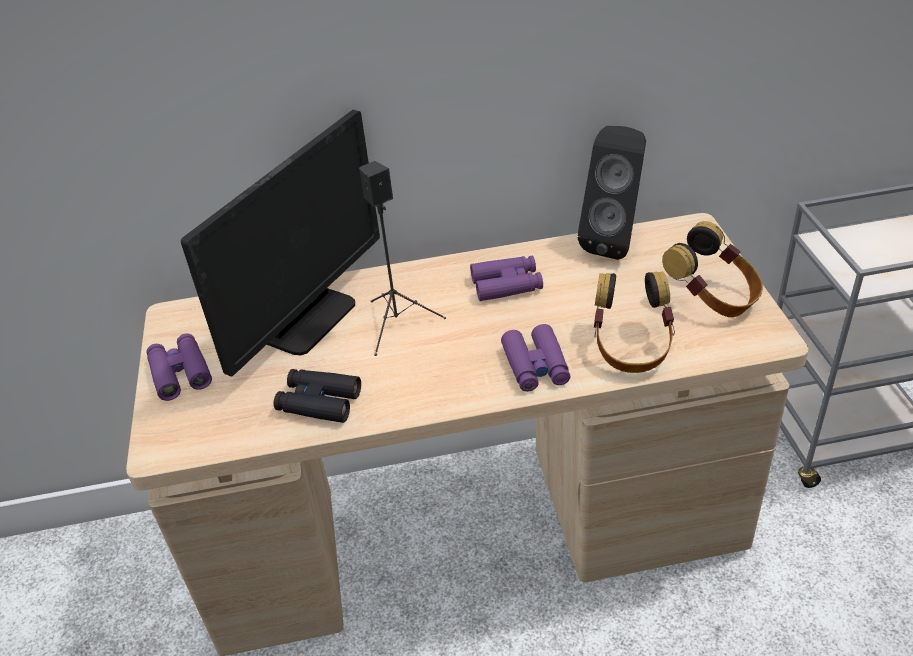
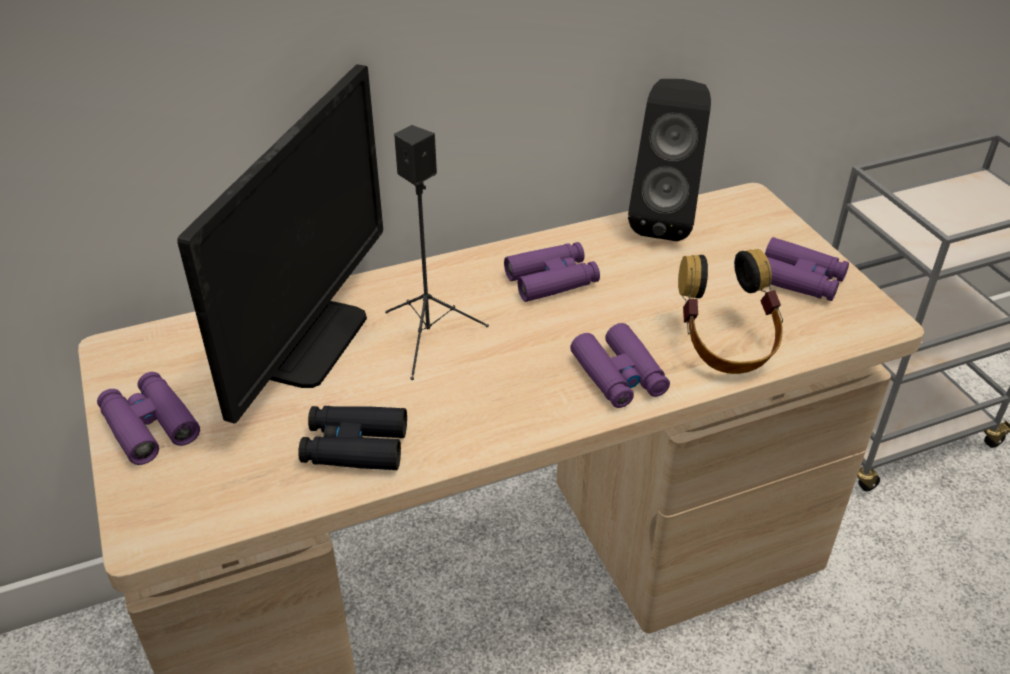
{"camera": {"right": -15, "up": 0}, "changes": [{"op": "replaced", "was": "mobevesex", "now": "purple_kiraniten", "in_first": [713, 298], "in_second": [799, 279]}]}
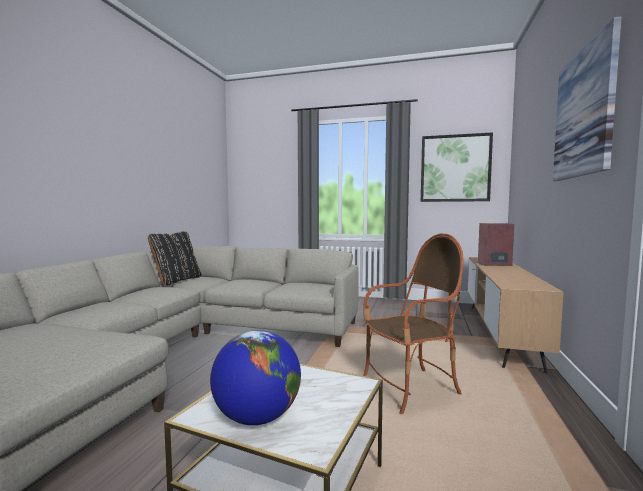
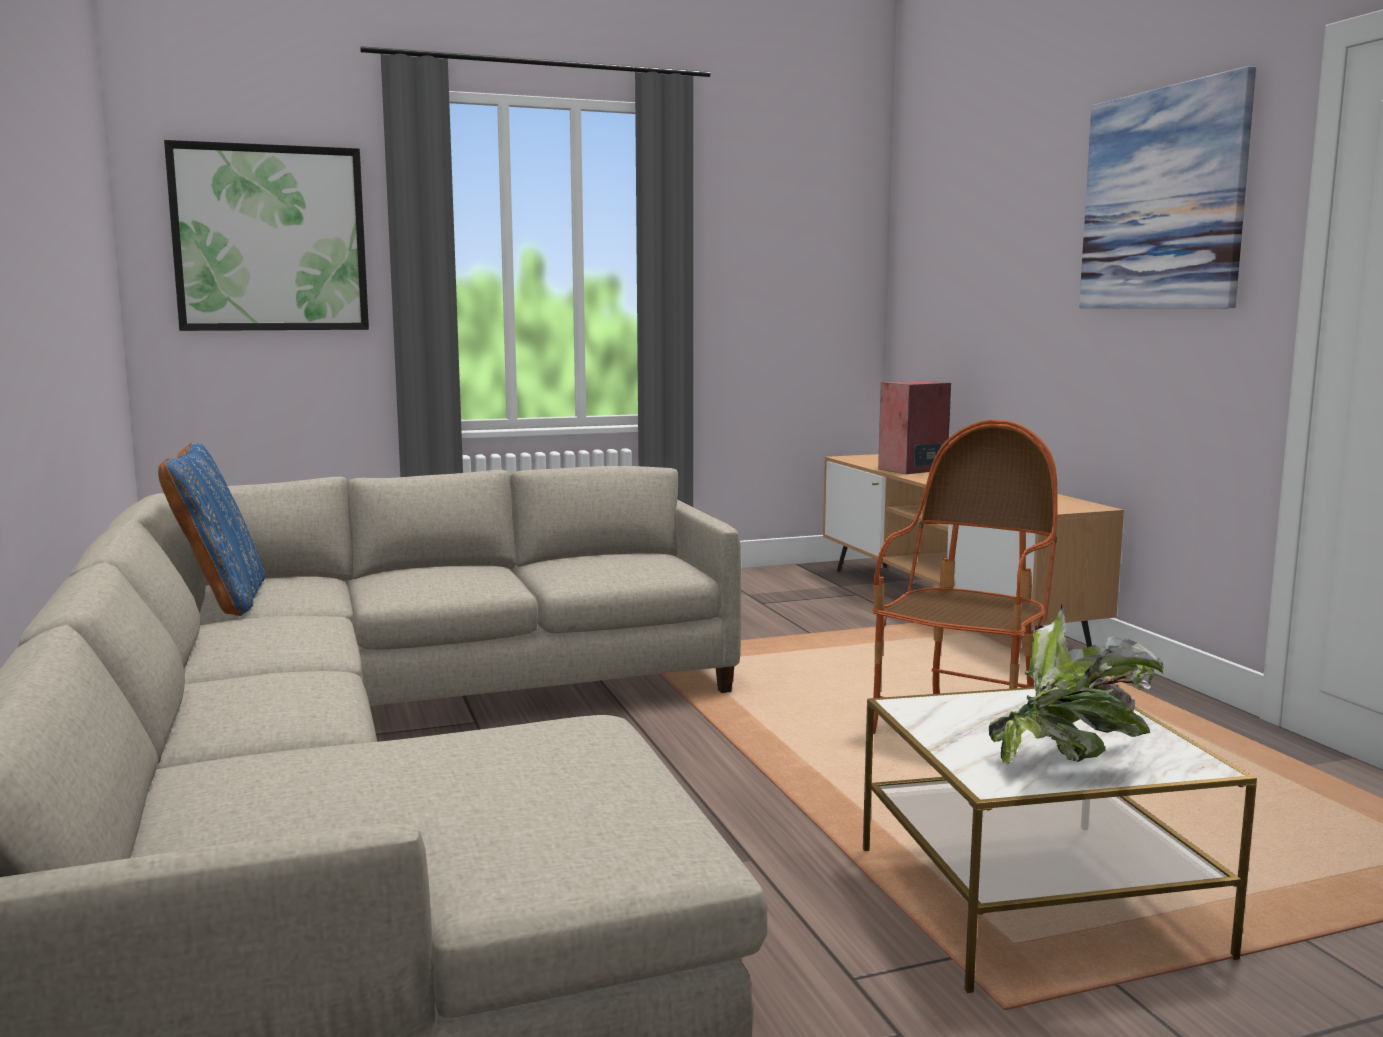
{"camera": {"right": -35, "up": 5}, "changes": [{"op": "moved", "was": "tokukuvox", "in_first": [455, 168], "in_second": [270, 239]}, {"op": "replaced", "was": "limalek", "now": "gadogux", "in_first": [257, 417], "in_second": [1070, 761]}, {"op": "recoloured", "was": "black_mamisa", "now": "blue_mamisa", "in_first": [177, 280], "in_second": [221, 600]}]}
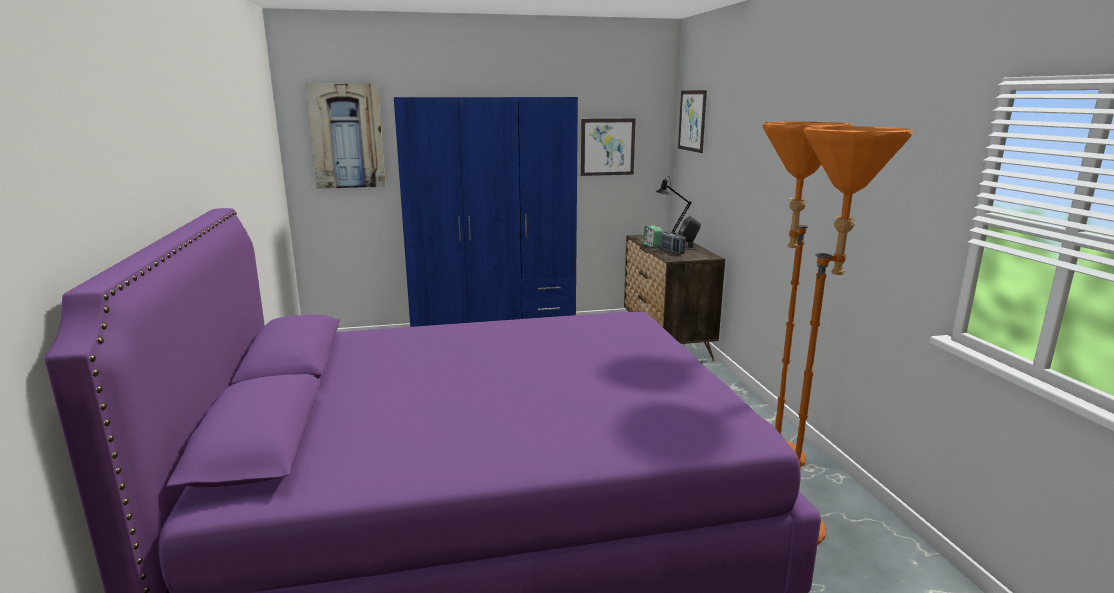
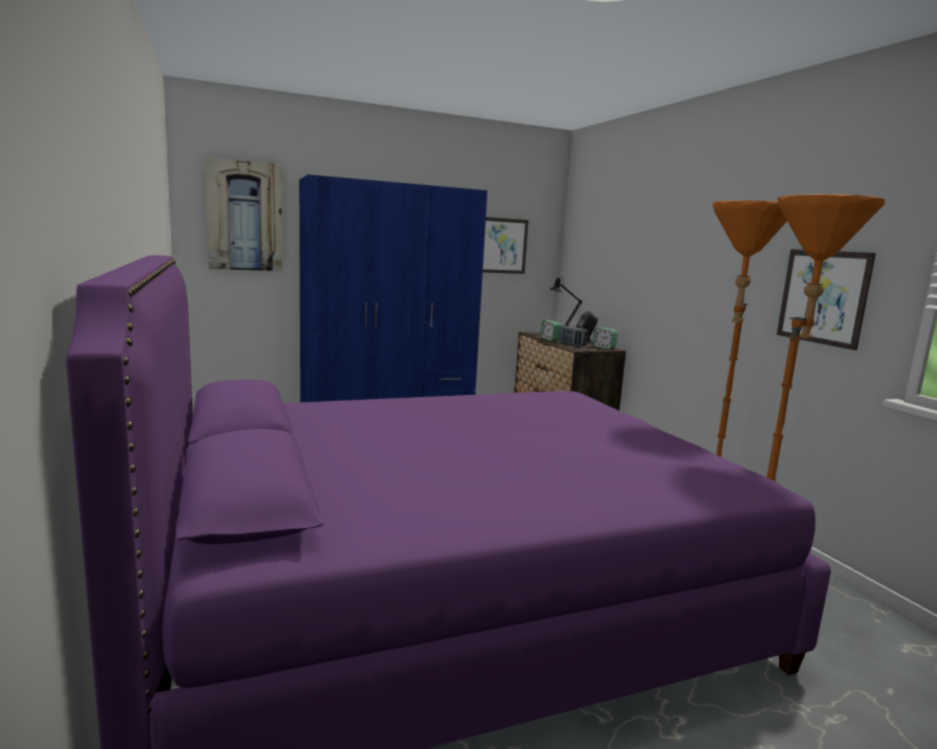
{"camera": {"right": -10, "up": -5}, "changes": [{"op": "added", "now": "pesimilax", "in_second": [604, 347]}, {"op": "moved", "was": "tokukuvox", "in_first": [692, 120], "in_second": [823, 297]}]}
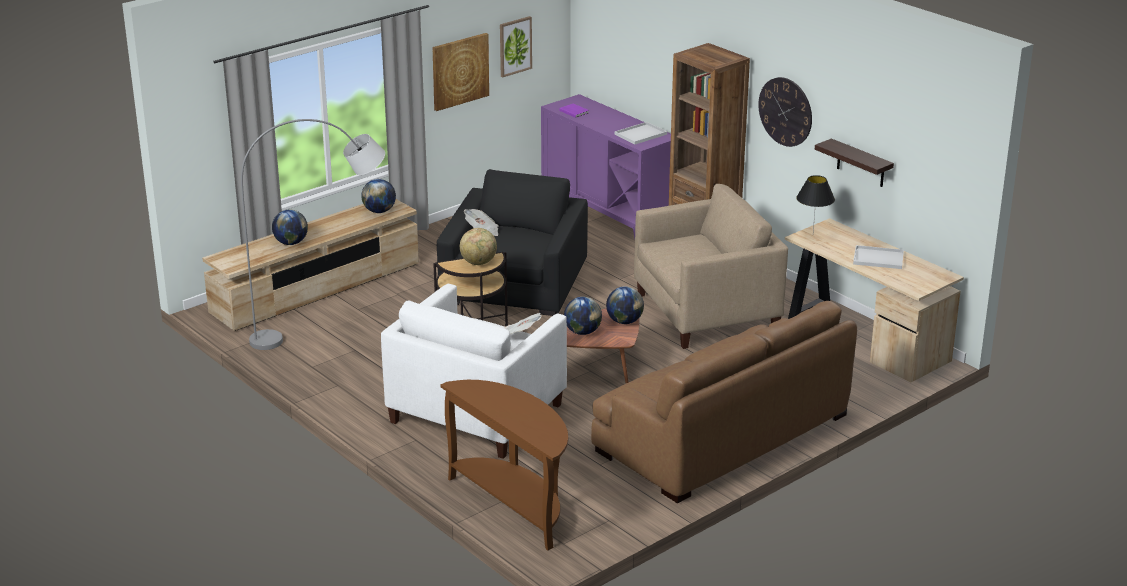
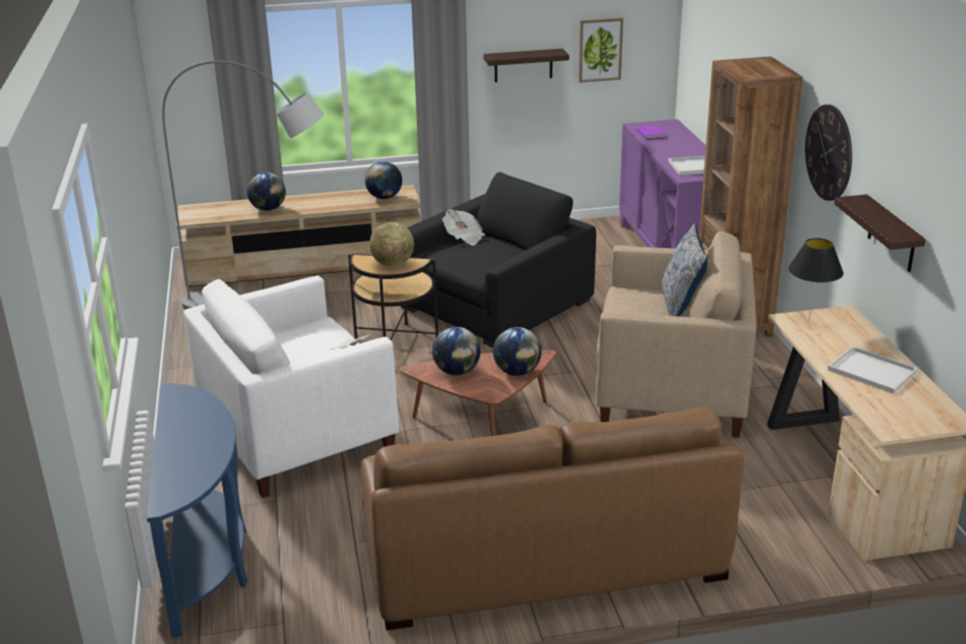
{"camera": {"right": 30, "up": 0}, "changes": [{"op": "added", "now": "mamisa", "in_second": [681, 306]}, {"op": "replaced", "was": "tokukuvox", "now": "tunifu", "in_first": [460, 71], "in_second": [523, 65]}, {"op": "recoloured", "was": "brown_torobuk", "now": "blue_torobuk", "in_first": [515, 505], "in_second": [207, 561]}]}
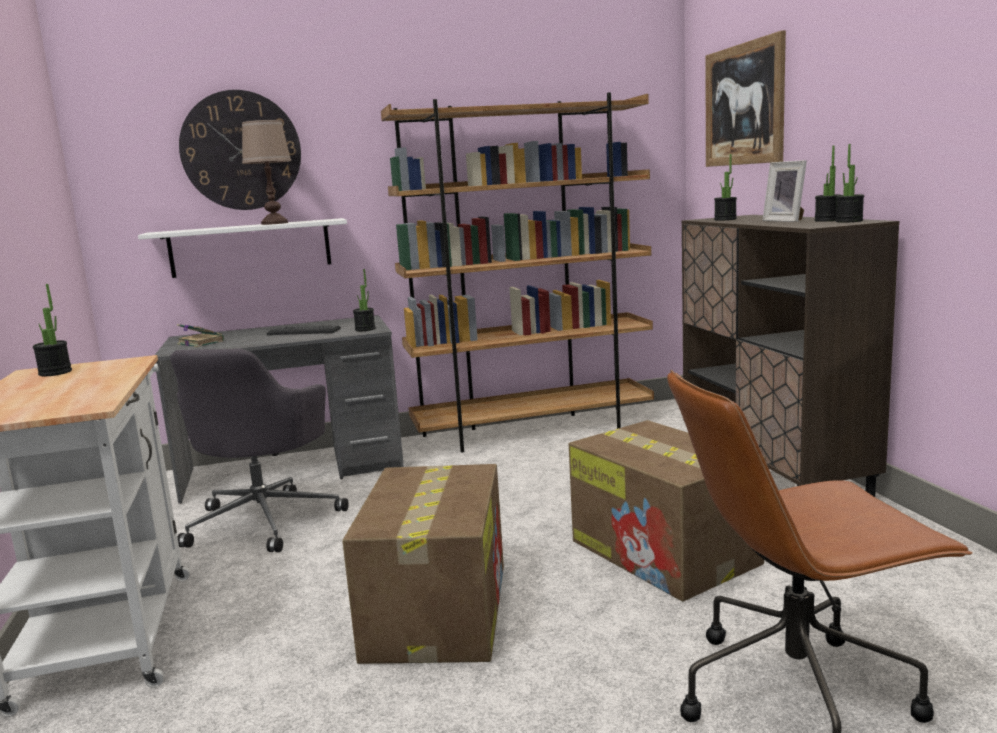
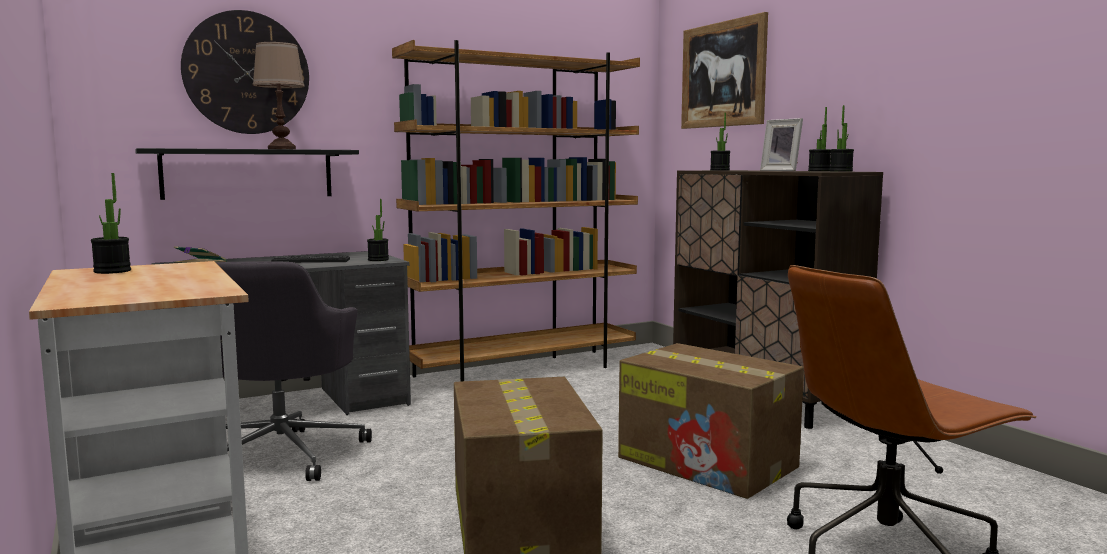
{"camera": {"right": -15, "up": -5}, "changes": [{"op": "recoloured", "was": "white_tunifu", "now": "black_tunifu", "in_first": [250, 248], "in_second": [248, 173]}]}
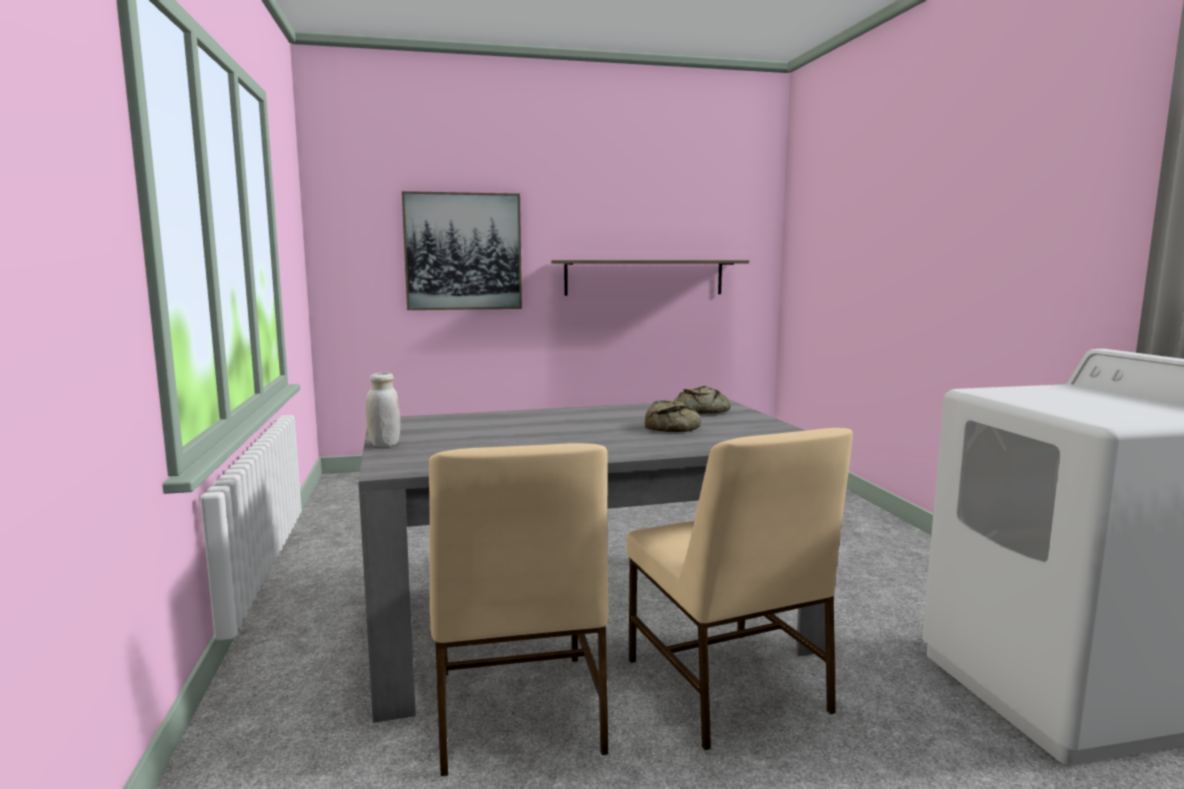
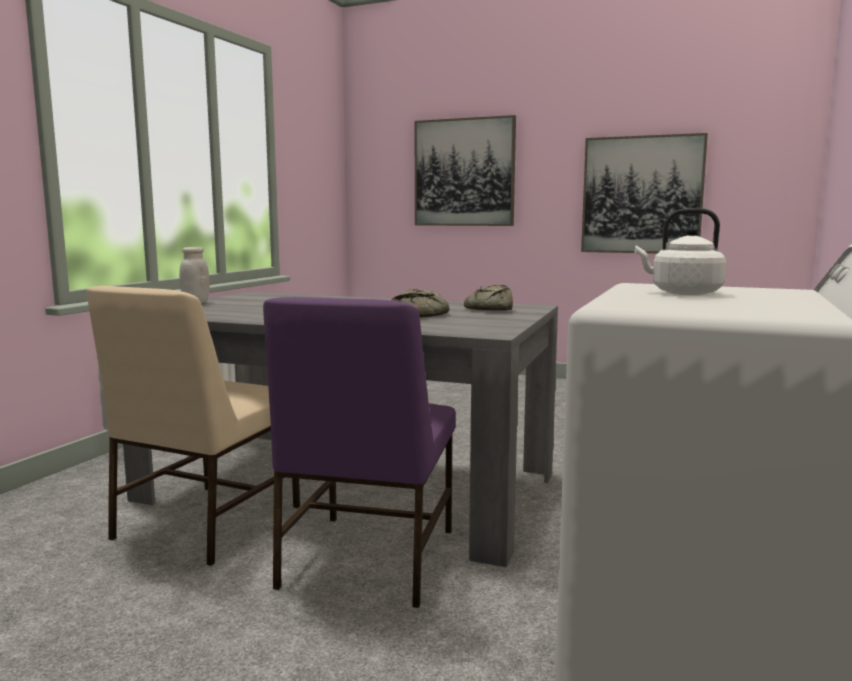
{"camera": {"right": 35, "up": 0}, "changes": [{"op": "added", "now": "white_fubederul", "in_second": [682, 293]}, {"op": "replaced", "was": "tunifu", "now": "tokukuvox", "in_first": [644, 277], "in_second": [642, 195]}, {"op": "recoloured", "was": "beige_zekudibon", "now": "purple_zekudibon", "in_first": [726, 687], "in_second": [366, 559]}]}
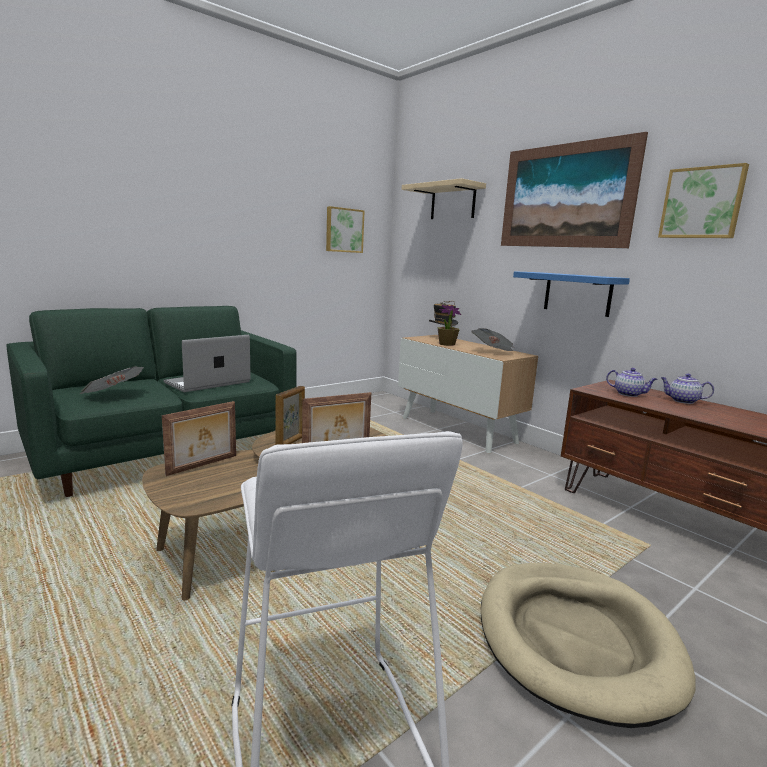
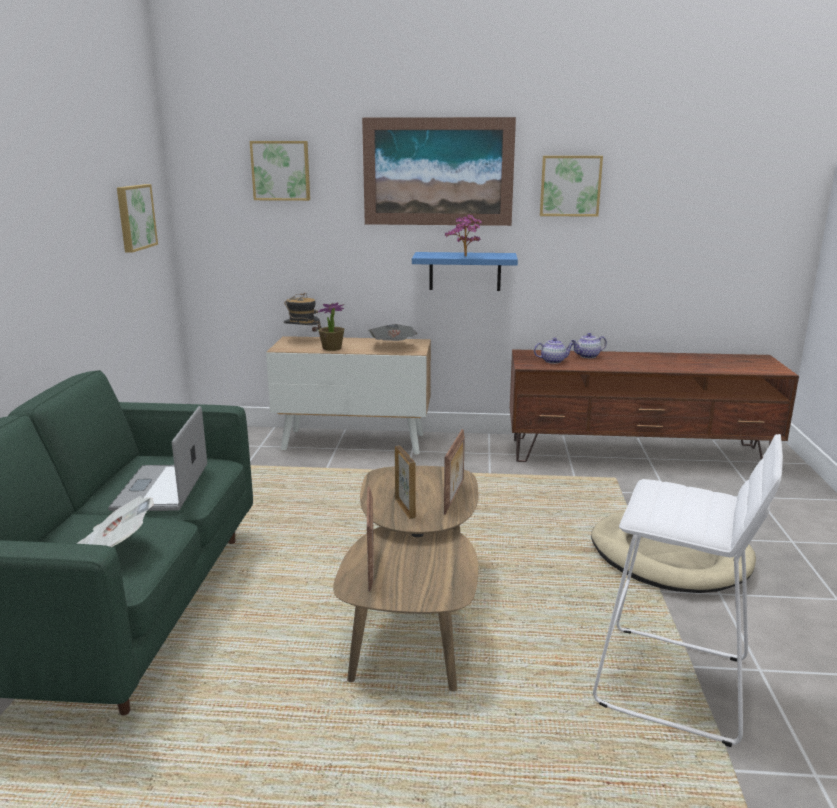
{"camera": {"right": -45, "up": 5}, "changes": [{"op": "added", "now": "gadogux", "in_second": [465, 256]}, {"op": "replaced", "was": "beige_tunifu", "now": "tokukuvox", "in_first": [453, 202], "in_second": [281, 170]}]}
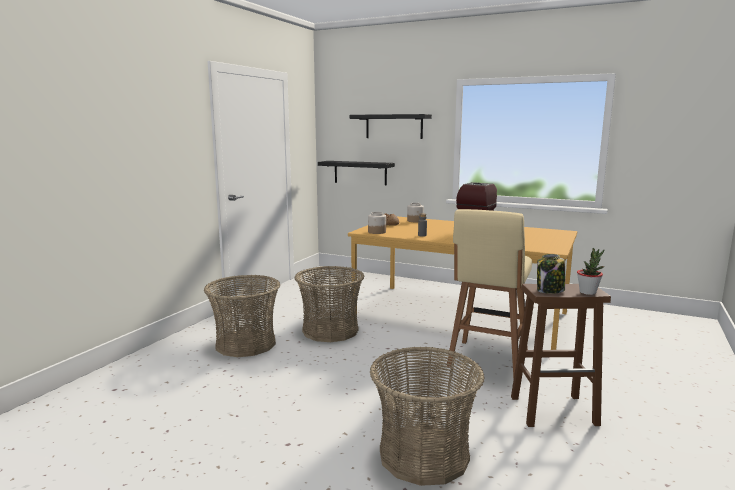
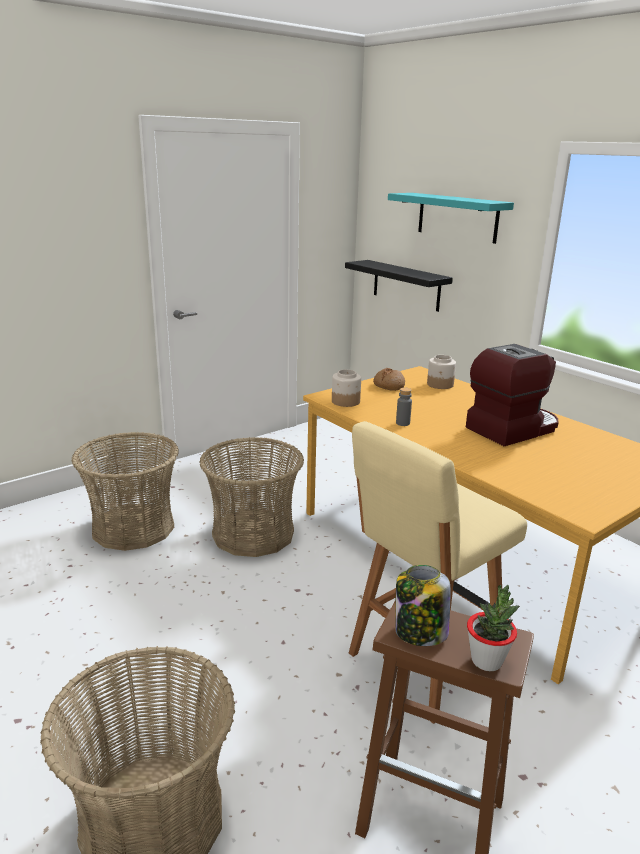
{"camera": {"right": 25, "up": 10}, "changes": [{"op": "recoloured", "was": "black_tunifu", "now": "turquoise_tunifu", "in_first": [394, 126], "in_second": [457, 217]}]}
